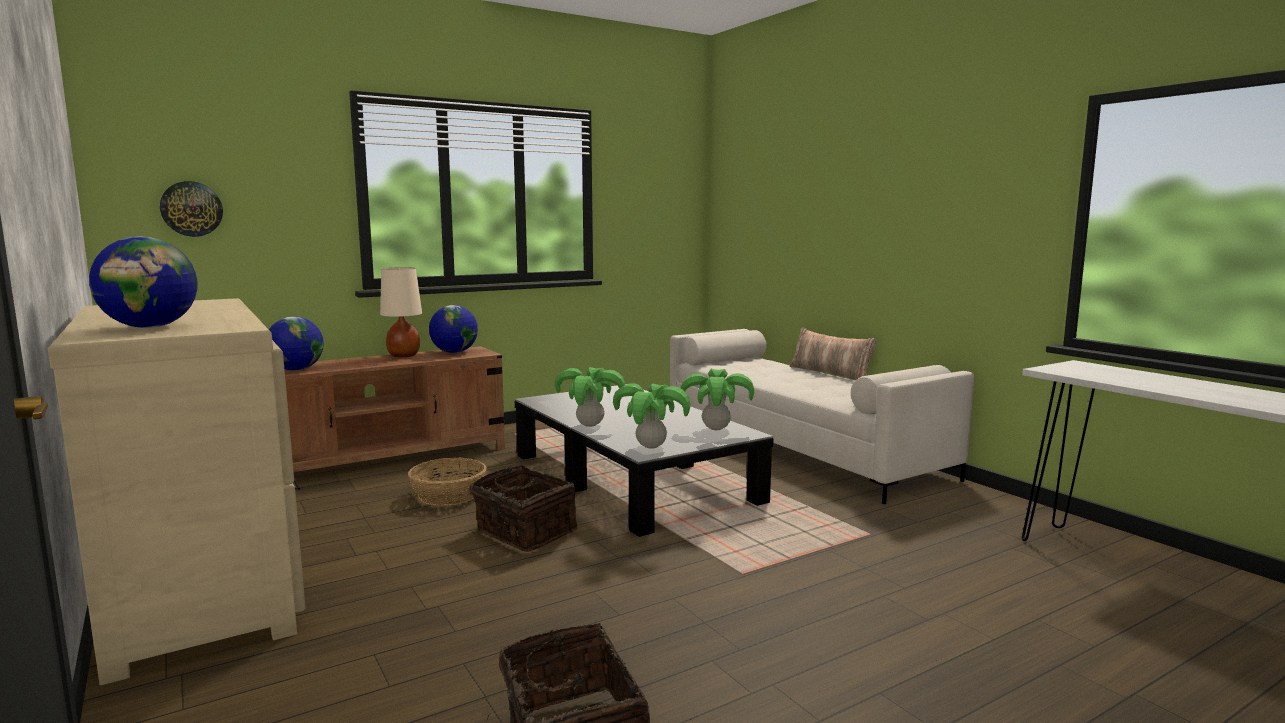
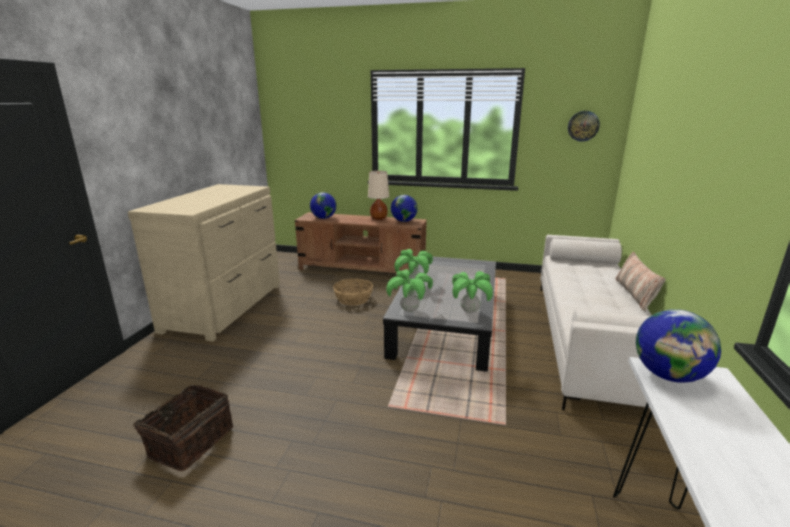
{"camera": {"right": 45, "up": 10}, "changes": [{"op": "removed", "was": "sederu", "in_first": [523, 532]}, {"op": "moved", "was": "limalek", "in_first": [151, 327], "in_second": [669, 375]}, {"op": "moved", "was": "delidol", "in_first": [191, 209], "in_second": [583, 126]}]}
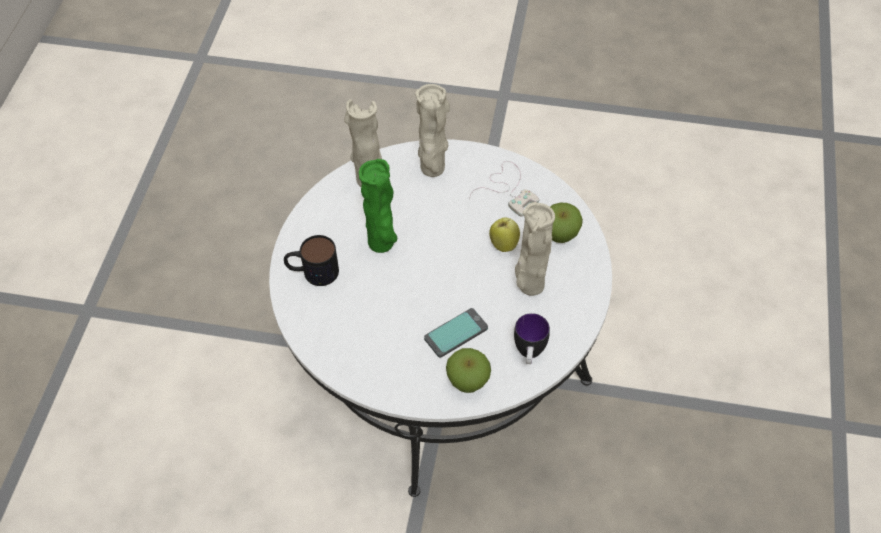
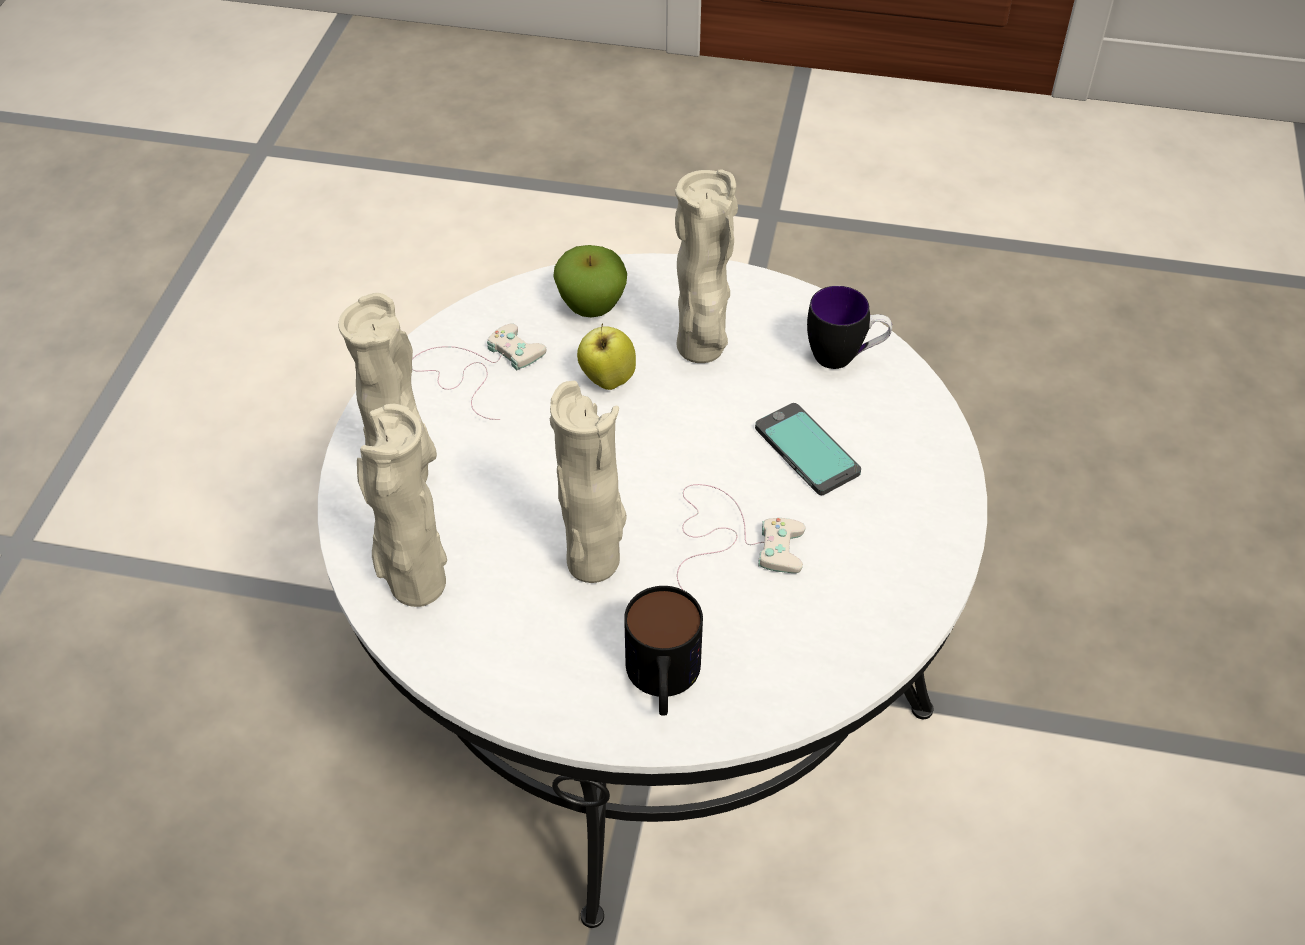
{"camera": {"right": -90, "up": -5}, "changes": [{"op": "removed", "was": "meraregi", "in_first": [468, 382]}, {"op": "added", "now": "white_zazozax", "in_second": [731, 537]}, {"op": "recoloured", "was": "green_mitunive", "now": "beige_mitunive", "in_first": [382, 244], "in_second": [594, 561]}]}
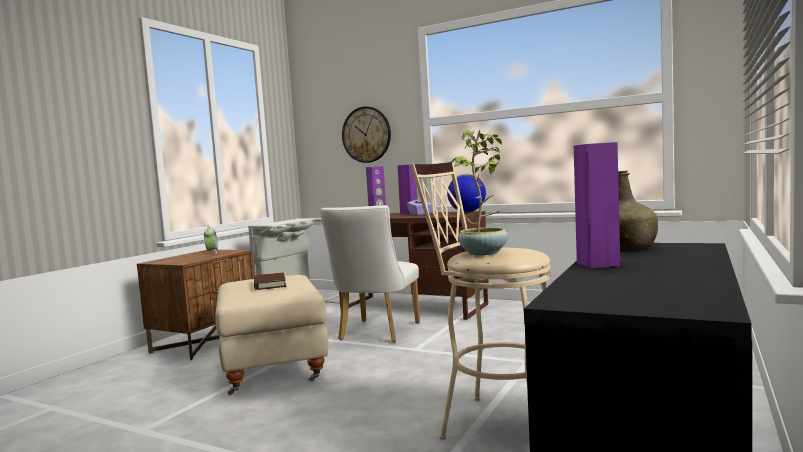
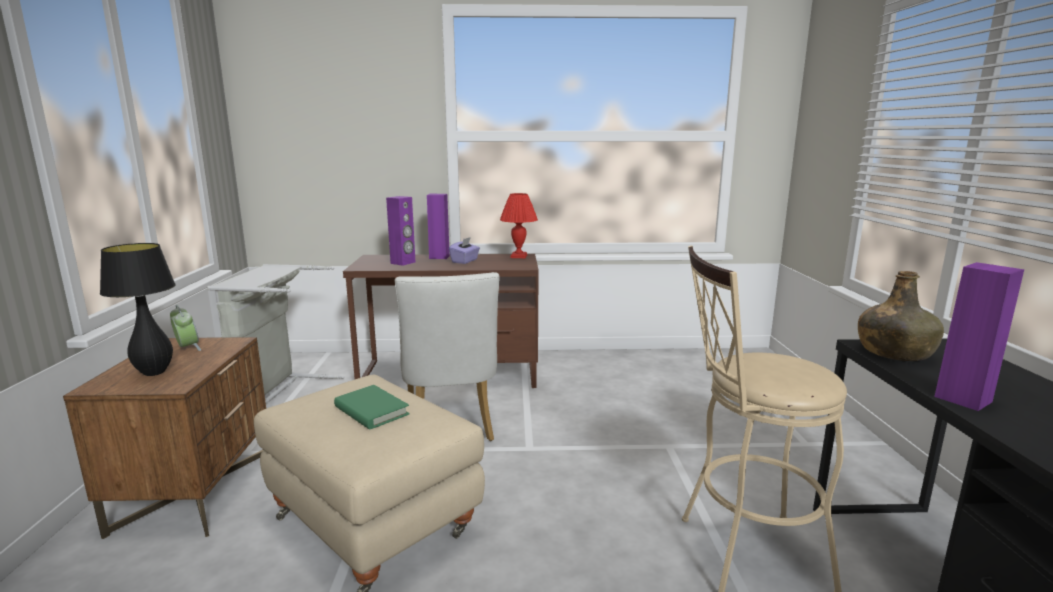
{"camera": {"right": -30, "up": 10}, "changes": [{"op": "removed", "was": "delidol", "in_first": [366, 134]}, {"op": "removed", "was": "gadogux", "in_first": [484, 253]}, {"op": "added", "now": "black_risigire", "in_second": [155, 372]}, {"op": "replaced", "was": "limalek", "now": "red_risigire", "in_first": [467, 212], "in_second": [518, 256]}, {"op": "recoloured", "was": "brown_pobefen", "now": "green_pobefen", "in_first": [269, 284], "in_second": [371, 411]}]}
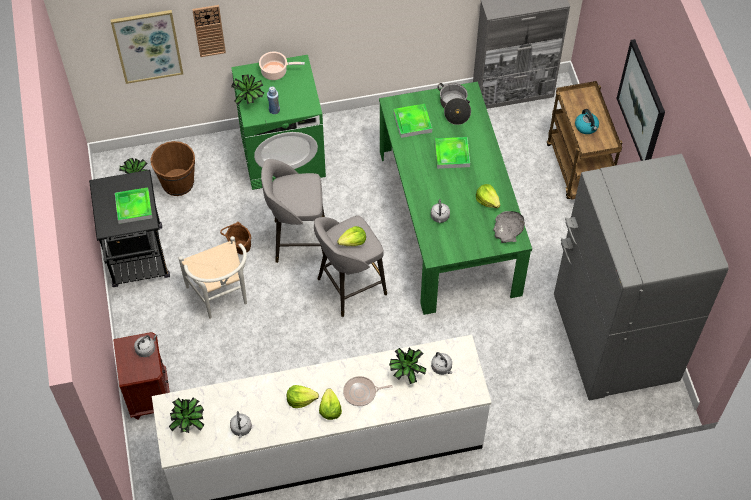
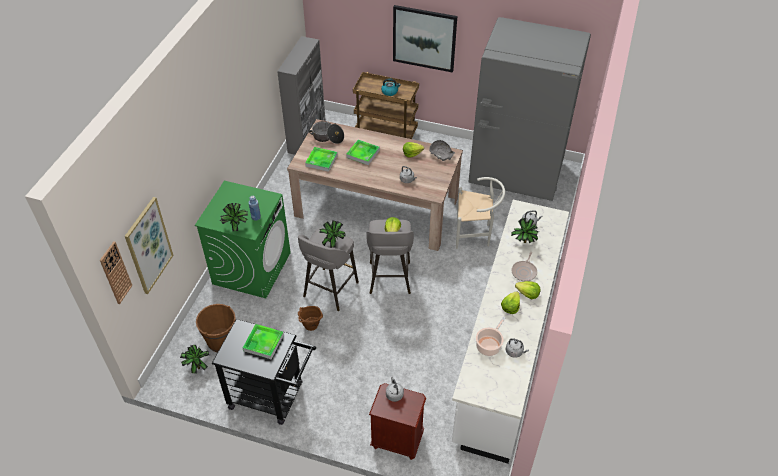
{"camera": {"right": -60, "up": -10}, "changes": [{"op": "moved", "was": "gadogux", "in_first": [189, 424], "in_second": [333, 243]}, {"op": "moved", "was": "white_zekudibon", "in_first": [221, 297], "in_second": [475, 234]}, {"op": "moved", "was": "delidol", "in_first": [209, 30], "in_second": [115, 273]}, {"op": "moved", "was": "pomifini", "in_first": [276, 72], "in_second": [489, 345]}, {"op": "recoloured", "was": "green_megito", "now": "beige_megito", "in_first": [448, 221], "in_second": [376, 207]}]}
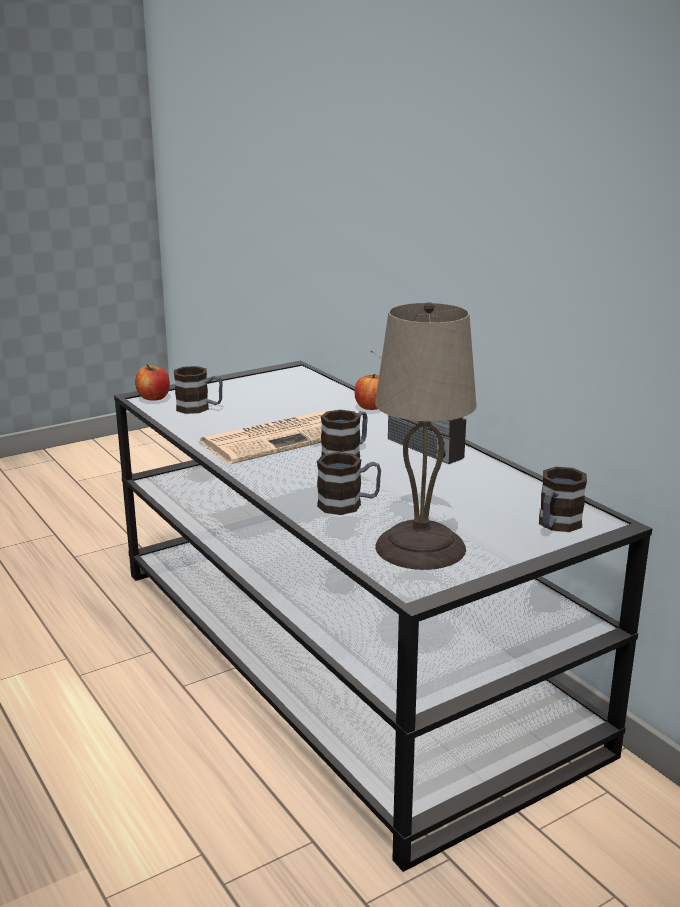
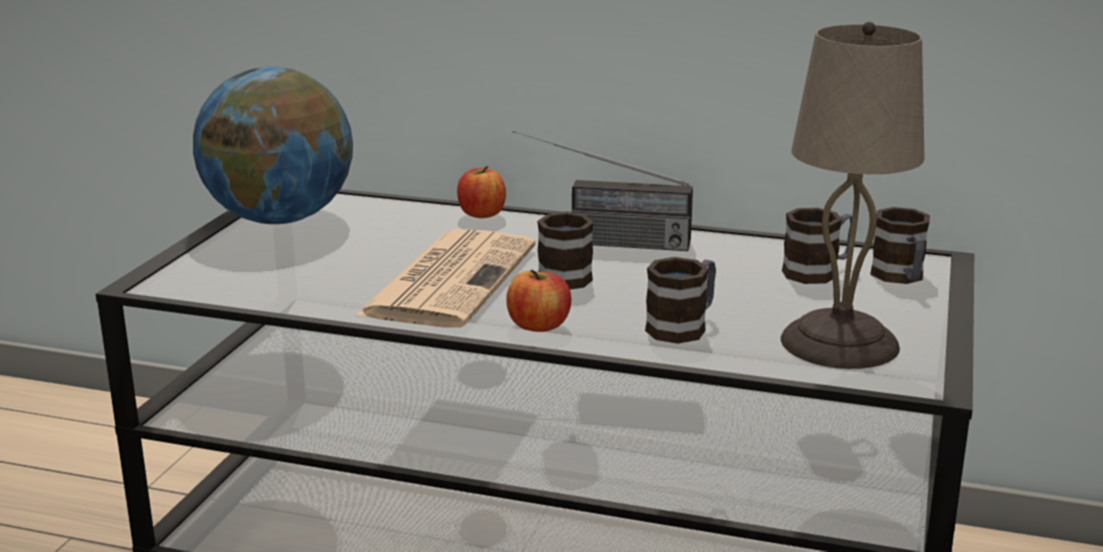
{"camera": {"right": -40, "up": 0}, "changes": [{"op": "added", "now": "limalek", "in_second": [279, 219]}, {"op": "moved", "was": "meraregi", "in_first": [153, 398], "in_second": [539, 326]}, {"op": "moved", "was": "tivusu", "in_first": [199, 408], "in_second": [819, 271]}]}
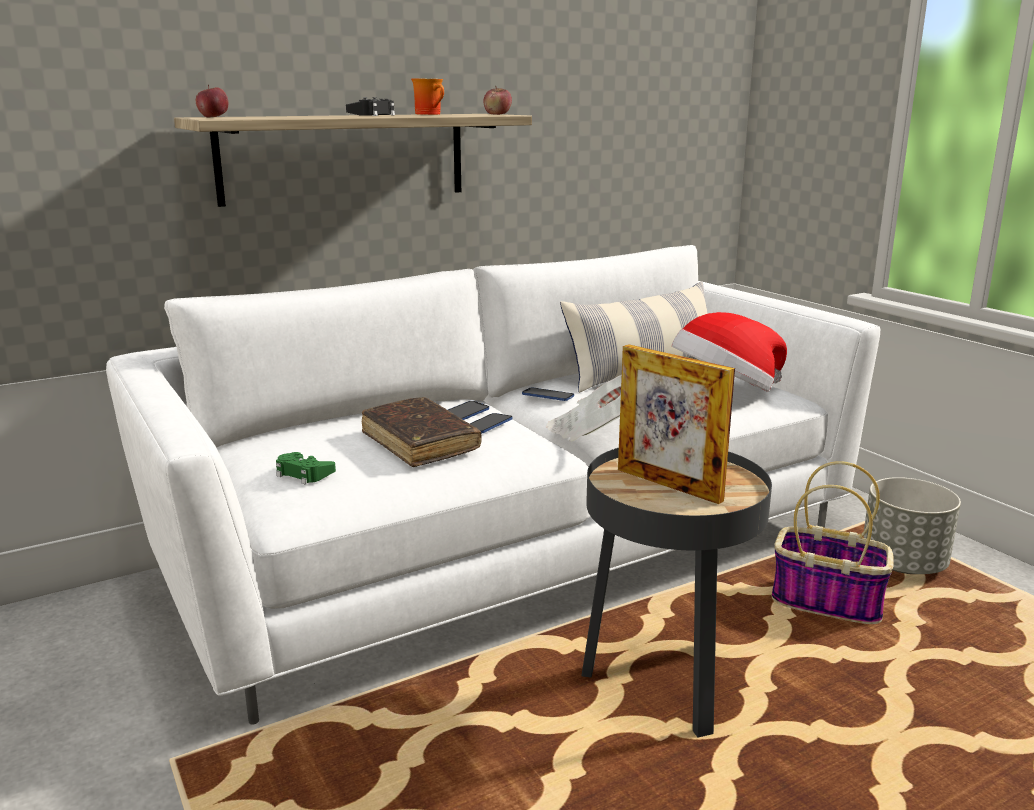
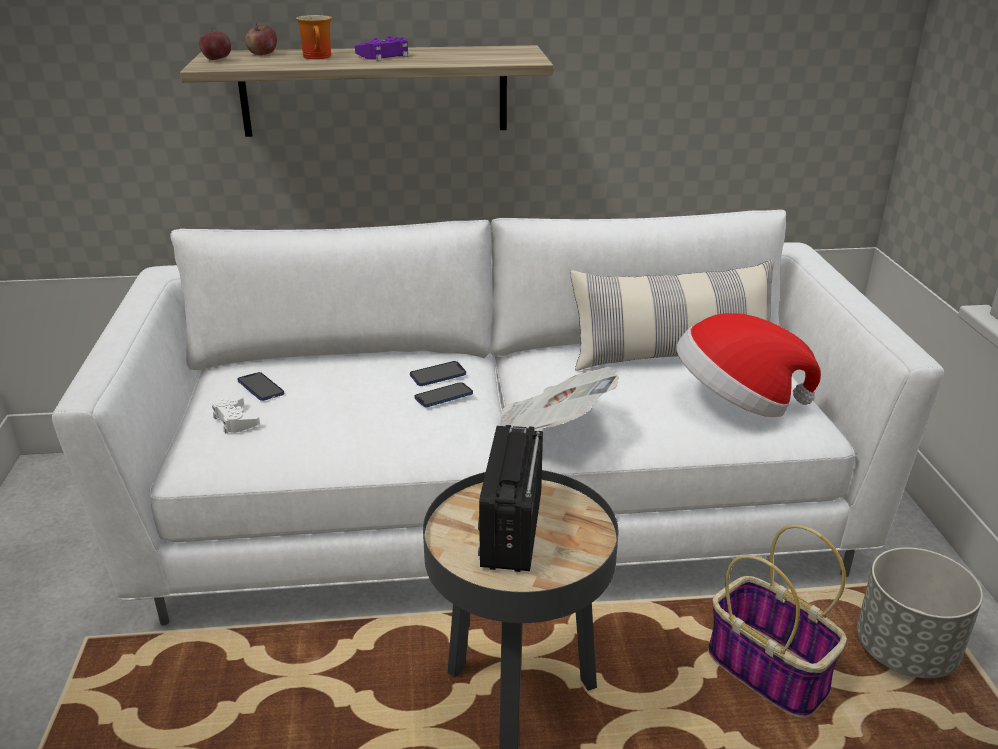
{"camera": {"right": 25, "up": 10}, "changes": [{"op": "removed", "was": "brown_pobefen", "in_first": [420, 443]}, {"op": "moved", "was": "tivusu", "in_first": [431, 114], "in_second": [319, 57]}, {"op": "moved", "was": "meraregi", "in_first": [497, 114], "in_second": [262, 54]}, {"op": "moved", "was": "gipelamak", "in_first": [548, 396], "in_second": [261, 388]}, {"op": "replaced", "was": "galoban", "now": "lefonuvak", "in_first": [668, 484], "in_second": [511, 530]}, {"op": "recoloured", "was": "green_zazozax", "now": "white_zazozax", "in_first": [303, 474], "in_second": [235, 420]}, {"op": "recoloured", "was": "black_zazozax", "now": "purple_zazozax", "in_first": [372, 115], "in_second": [384, 56]}]}
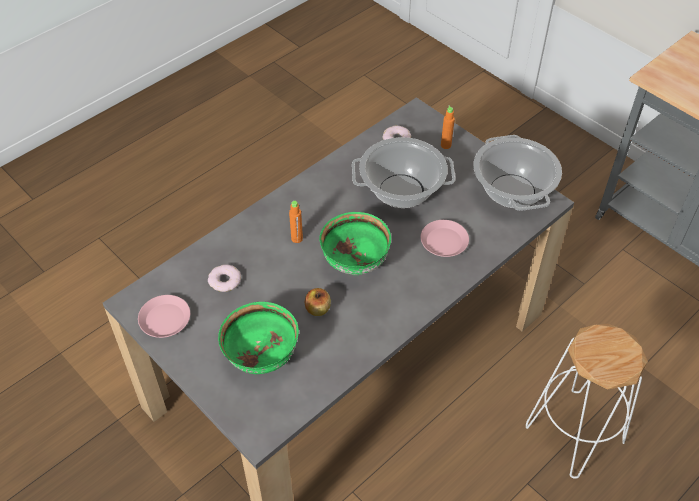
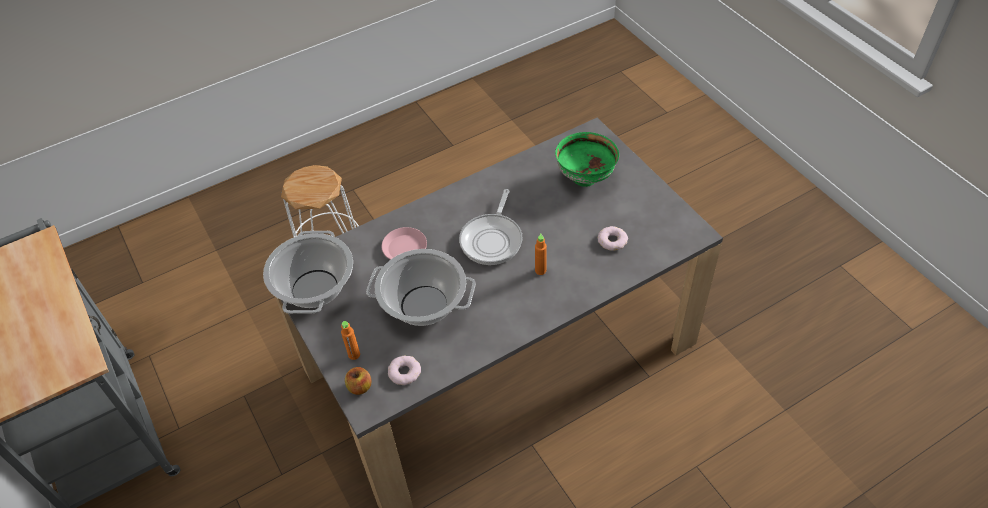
{"camera": {"right": -165, "up": 0}, "changes": [{"op": "removed", "was": "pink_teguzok", "in_first": [165, 320]}, {"op": "moved", "was": "meraregi", "in_first": [318, 309], "in_second": [360, 387]}, {"op": "replaced", "was": "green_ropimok", "now": "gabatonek", "in_first": [354, 264], "in_second": [492, 239]}]}
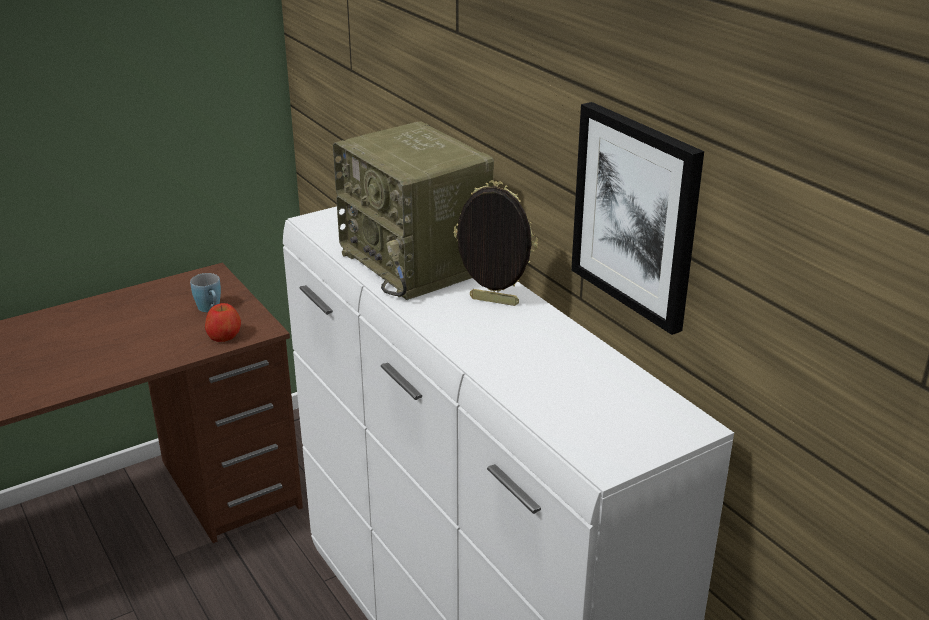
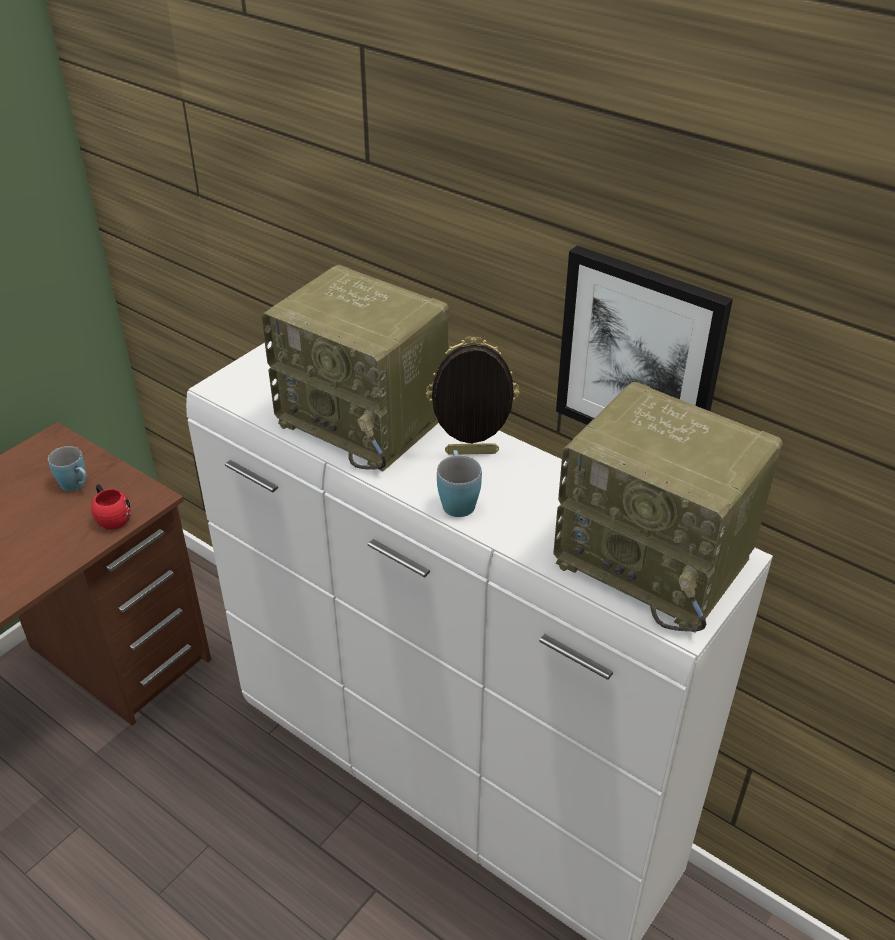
{"camera": {"right": -20, "up": 10}, "changes": [{"op": "added", "now": "blue_tivusu", "in_second": [457, 500]}, {"op": "added", "now": "lefonuvak", "in_second": [657, 561]}, {"op": "replaced", "was": "meraregi", "now": "red_tivusu", "in_first": [224, 336], "in_second": [111, 516]}]}
